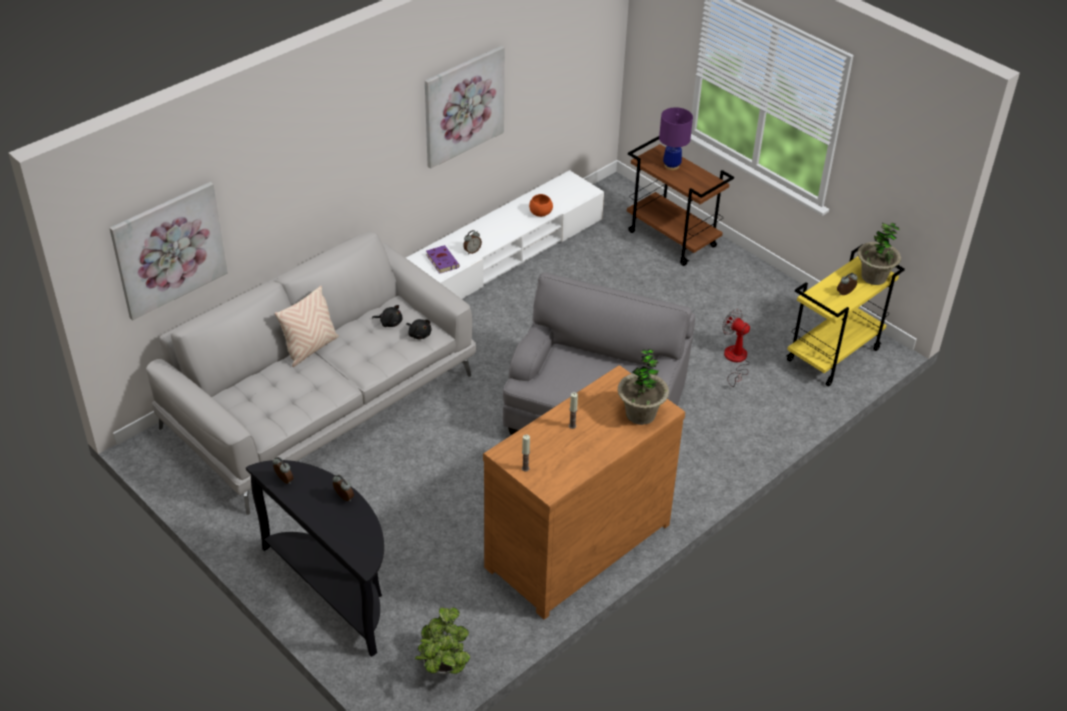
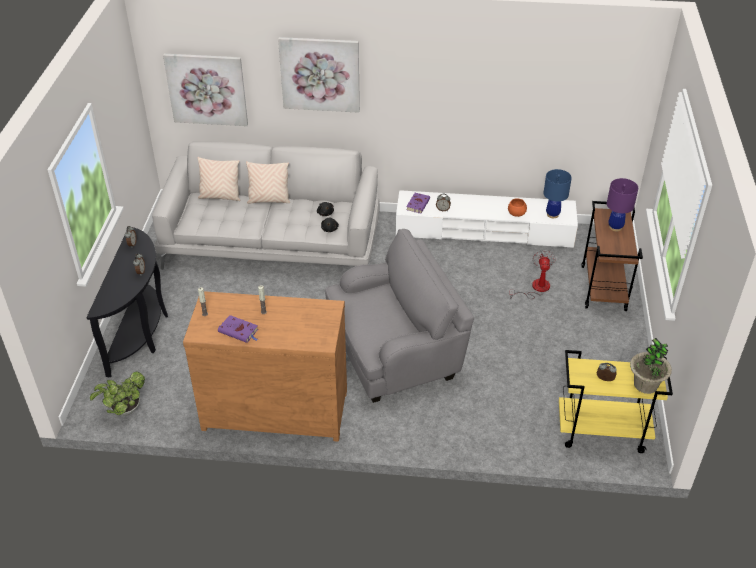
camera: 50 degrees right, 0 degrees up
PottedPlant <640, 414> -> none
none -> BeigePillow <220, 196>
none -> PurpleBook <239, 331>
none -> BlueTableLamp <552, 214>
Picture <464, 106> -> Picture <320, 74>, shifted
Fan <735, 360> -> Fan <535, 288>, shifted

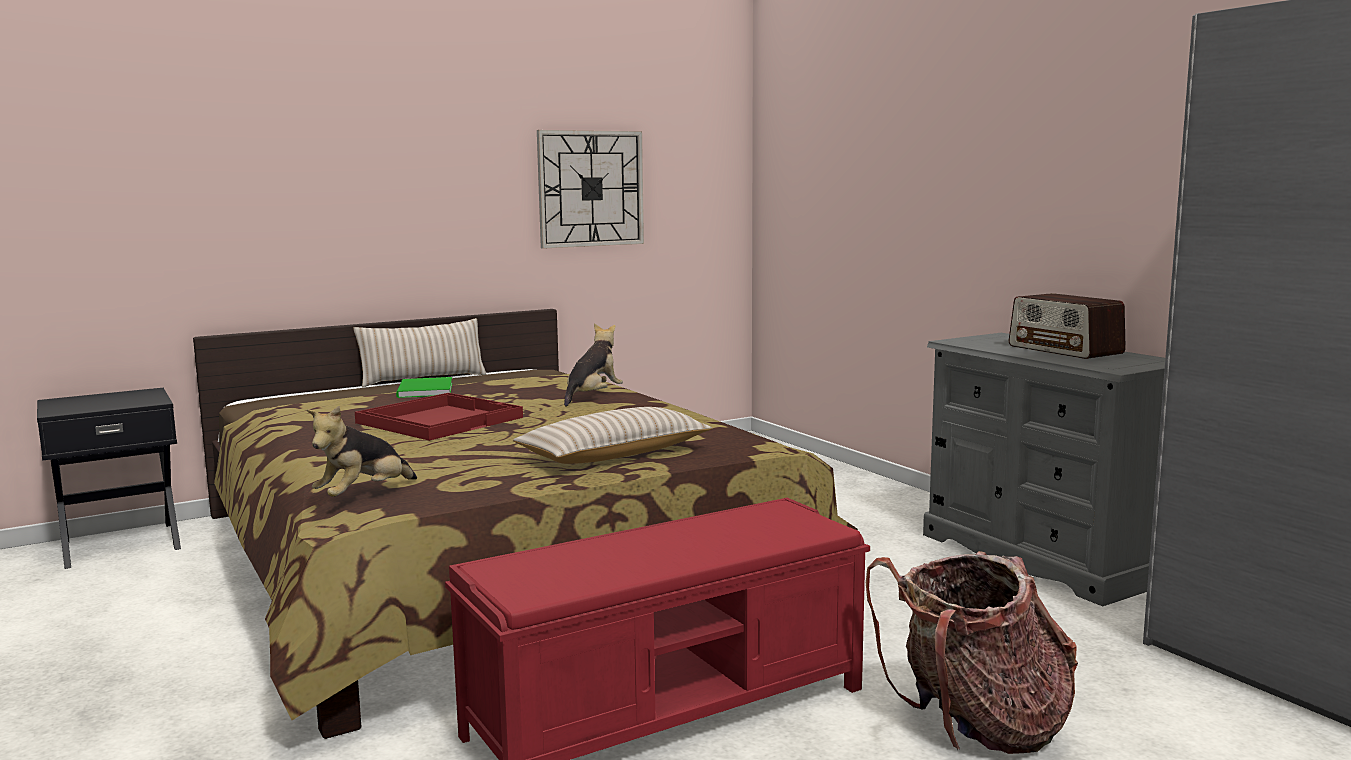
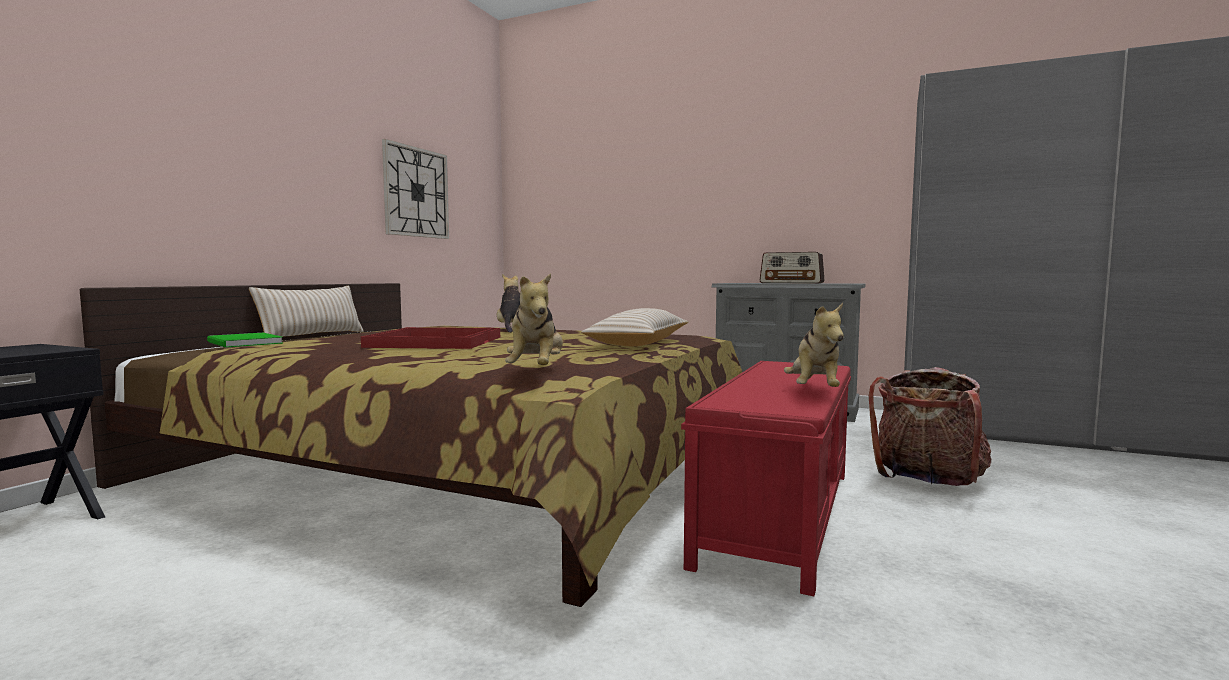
camera: 35 degrees left, 5 degrees down
none -> PlushToy <814, 391>
GreenBook <423, 390> -> GreenBook <243, 343>, shifted

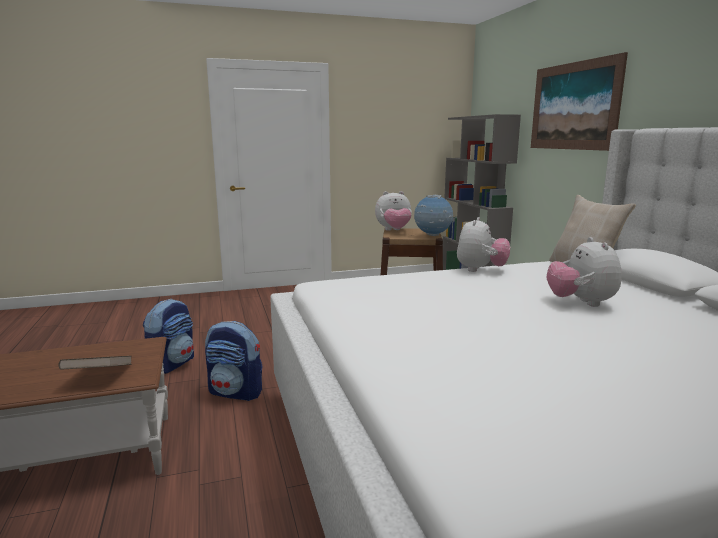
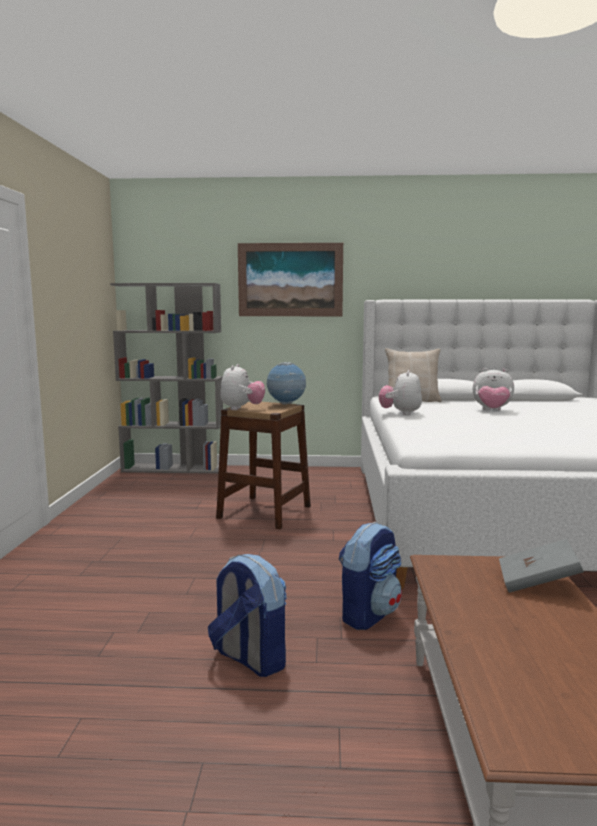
camera: 70 degrees left, 5 degrees down
BrownBook <99, 377> -> GreyBook <537, 583>
PlushToy <480, 270> -> PlushToy <400, 413>, 120 degrees counterclockwise

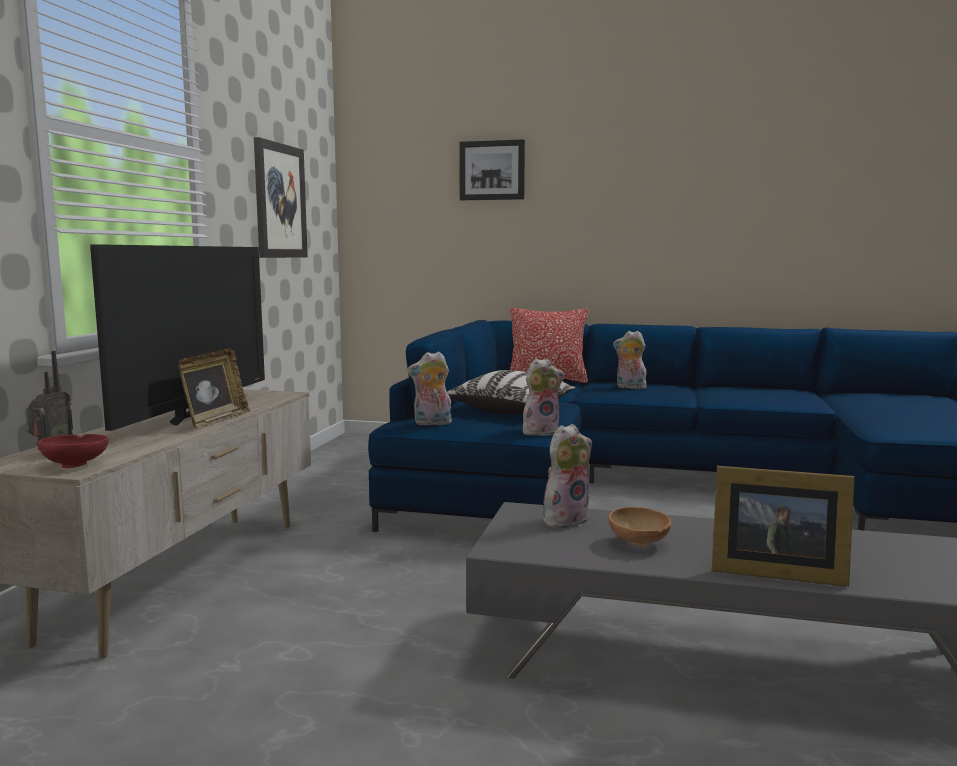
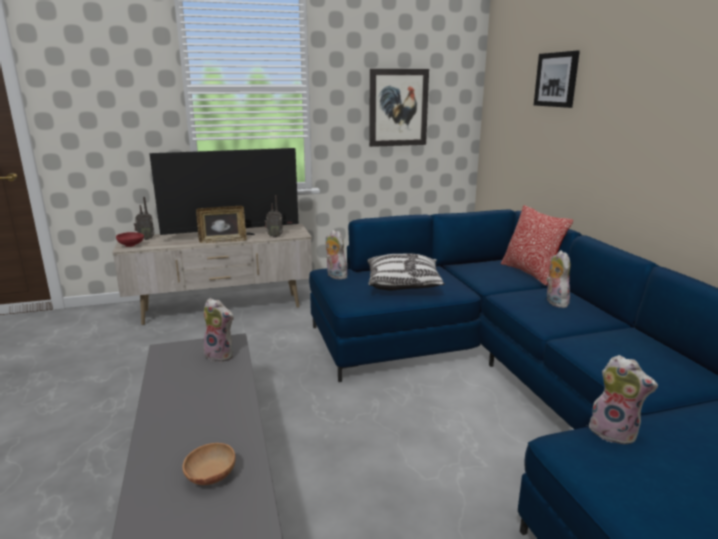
camera: 60 degrees right, 10 degrees up
PictureFrame <772, 571> -> none
none -> Radio <274, 236>
PlushToy <541, 432> -> PlushToy <614, 432>, shifted
BrownBowl <638, 543> -> BrownBowl <210, 477>, shifted

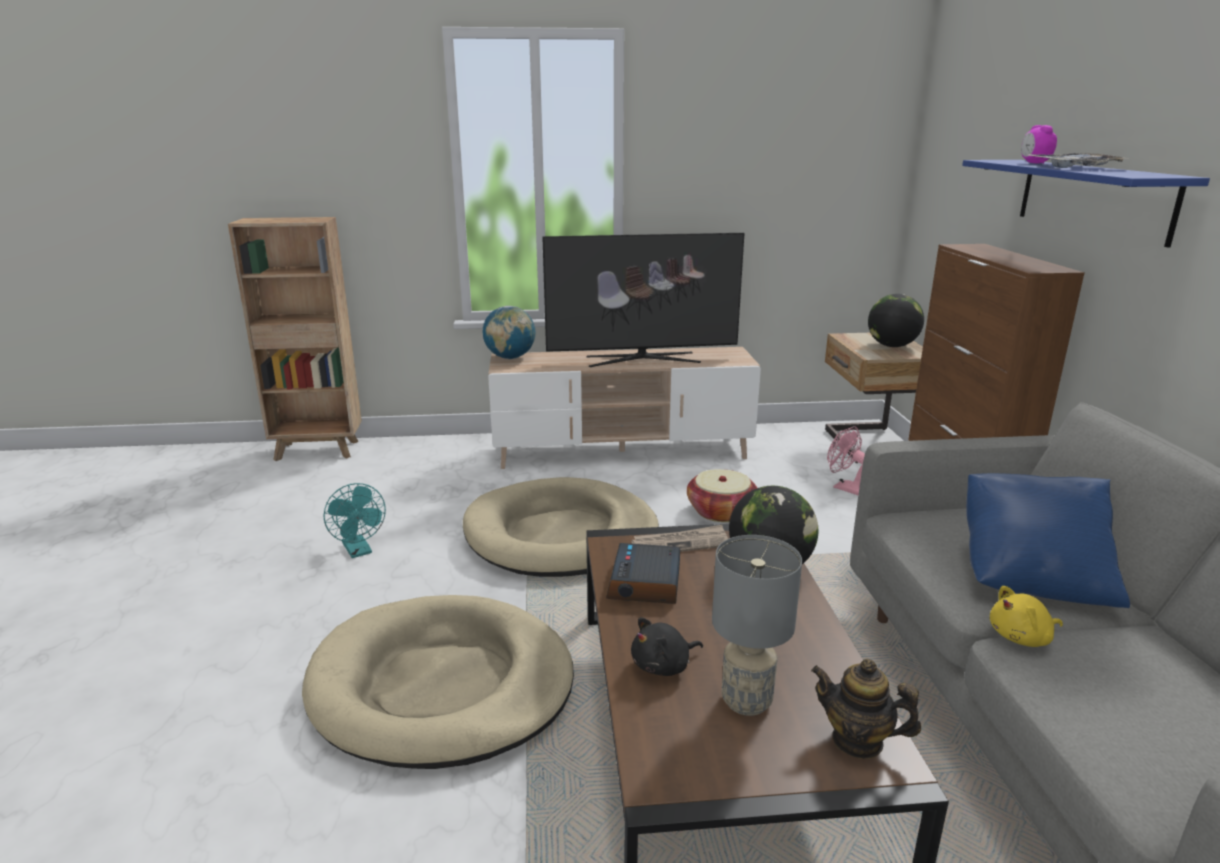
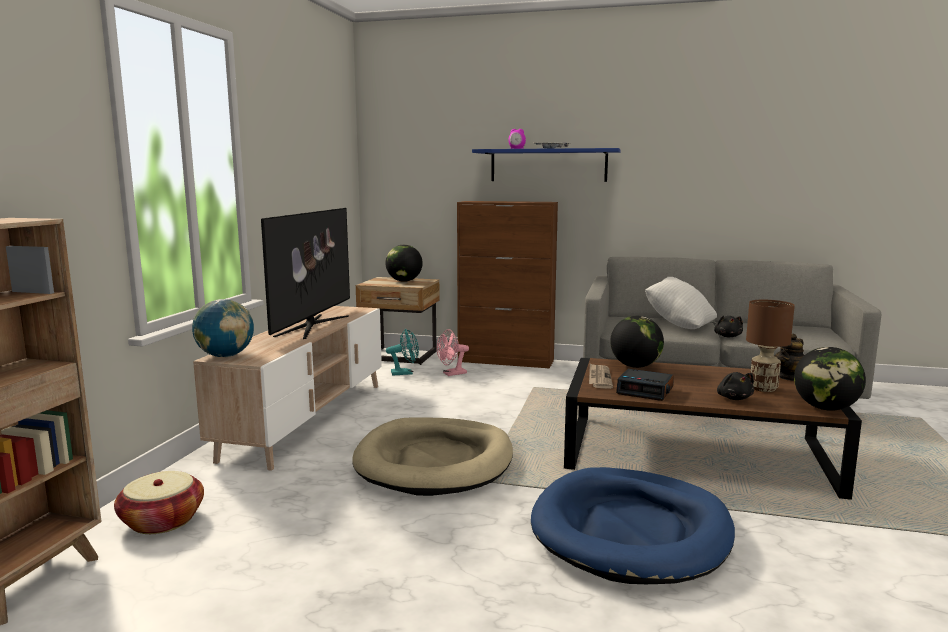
camera: 70 degrees left, 10 degrees down
none -> Globe <825, 408>
TurquoiseFan <359, 551> -> TurquoiseFan <405, 373>, shifted
Basket <721, 511> -> Basket <162, 521>, shifted
BeigeDogBed <442, 686> -> BlueDogBed <631, 531>
GreyTableLamp <745, 701> -> BrownTableLamp <763, 389>
BluePillow <1031, 577> -> WhitePillow <679, 326>
YellowPlushToy <1022, 638> -> BlackPlushToy <728, 336>

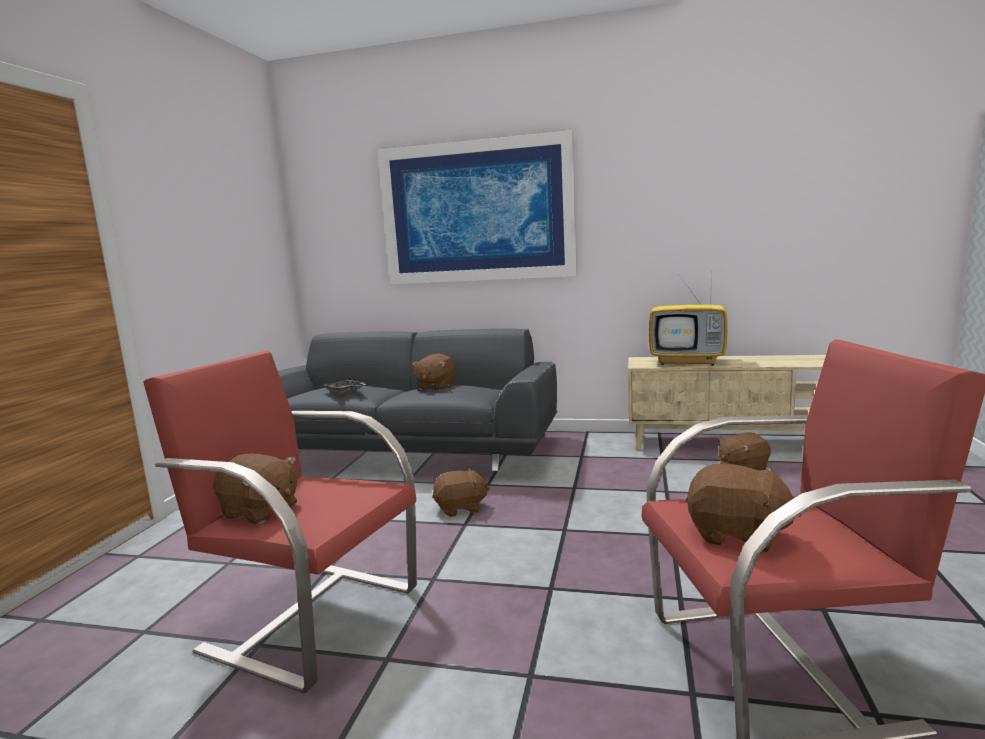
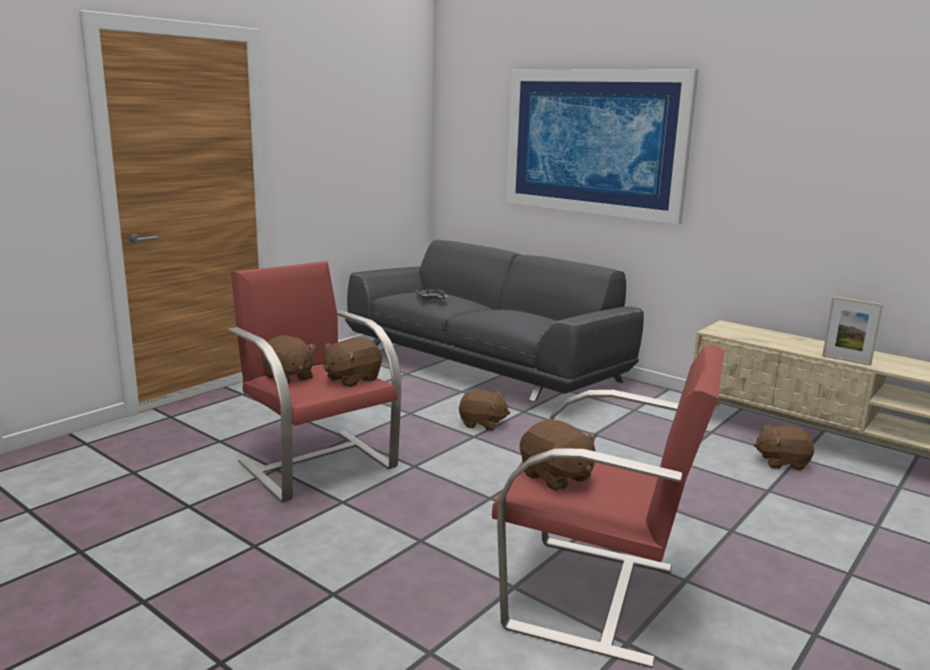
camera: 25 degrees right, 5 degrees up
Television <689, 362> -> none
none -> PictureFrame <846, 360>
BrownPlushToy <435, 387> -> BrownPlushToy <352, 379>, shifted

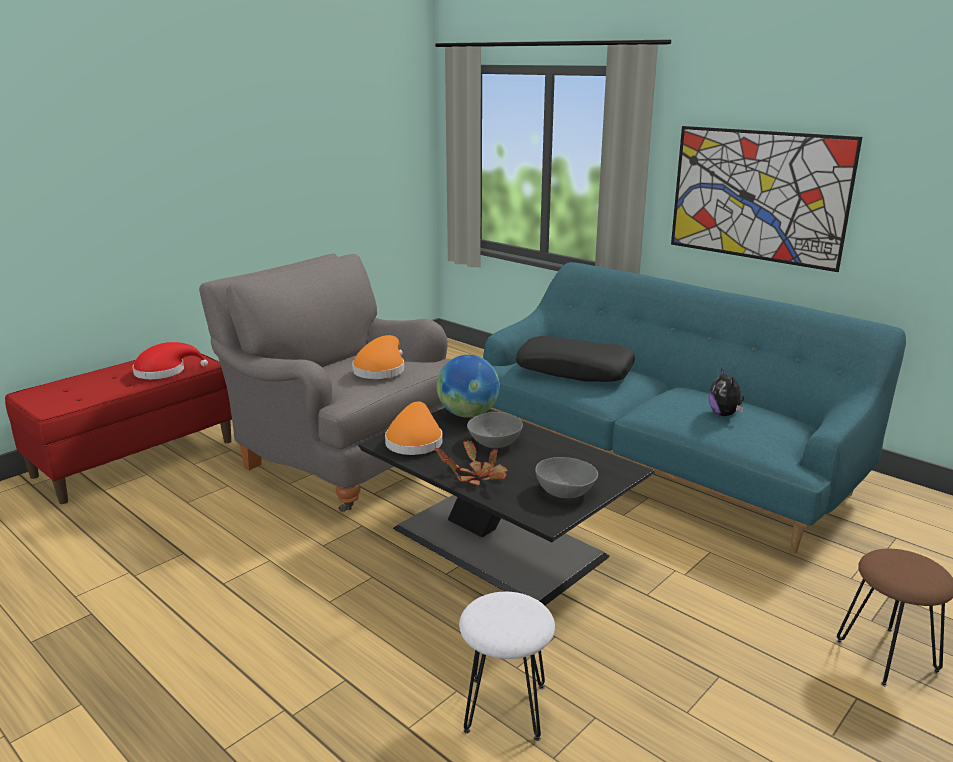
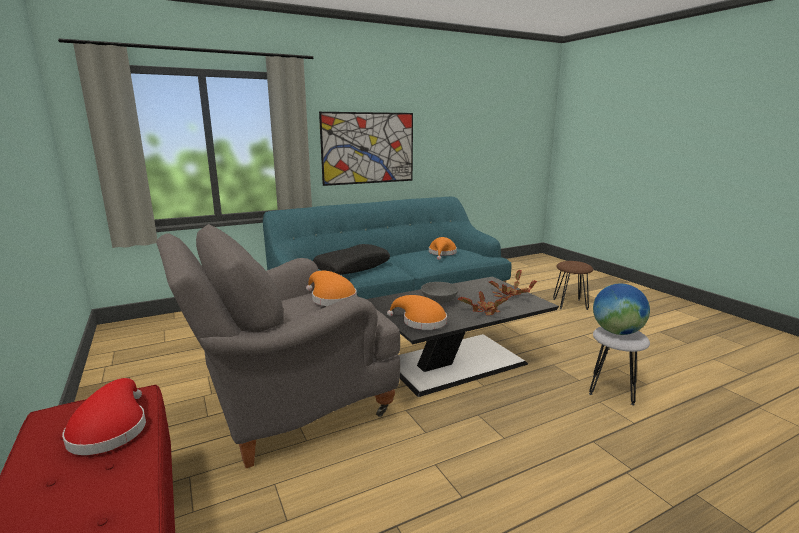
camera: 70 degrees left, 5 degrees down
Globe <467, 414> -> Globe <617, 332>, shifted
GreyBowl <565, 491> -> PottedPlant <509, 295>
PlushToy <724, 414> -> OrangeHat <442, 253>

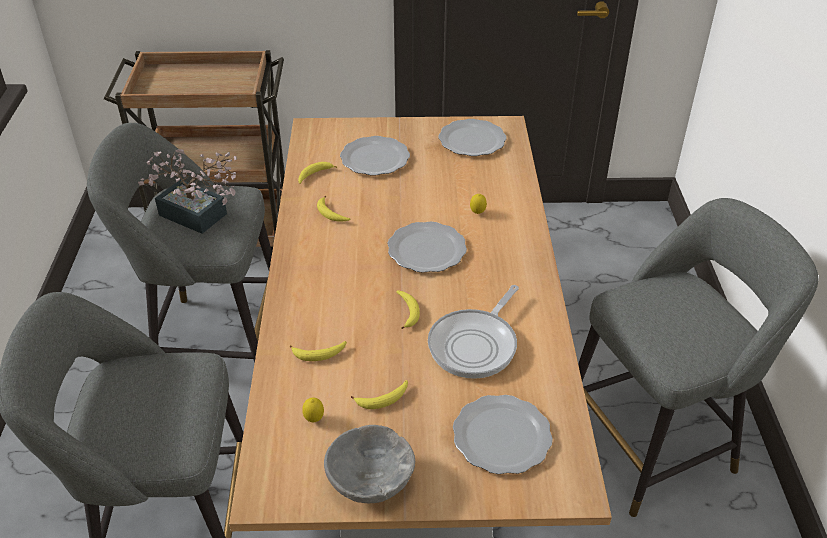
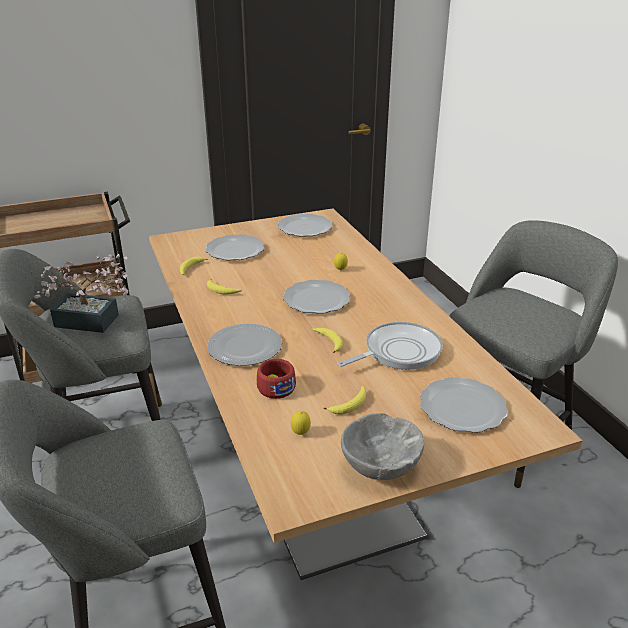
camera: 20 degrees left, 10 degrees down
none -> Plate <245, 348>
Banana <319, 354> -> RedCup <274, 386>
FryingPan <475, 344> -> FryingPan <398, 352>, 135 degrees counterclockwise

